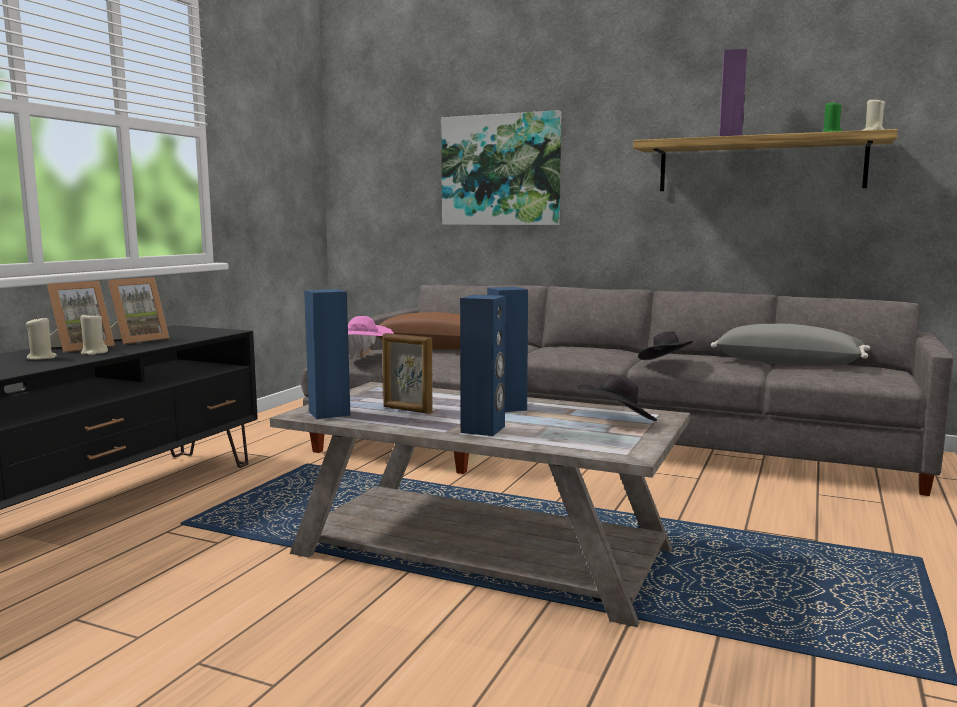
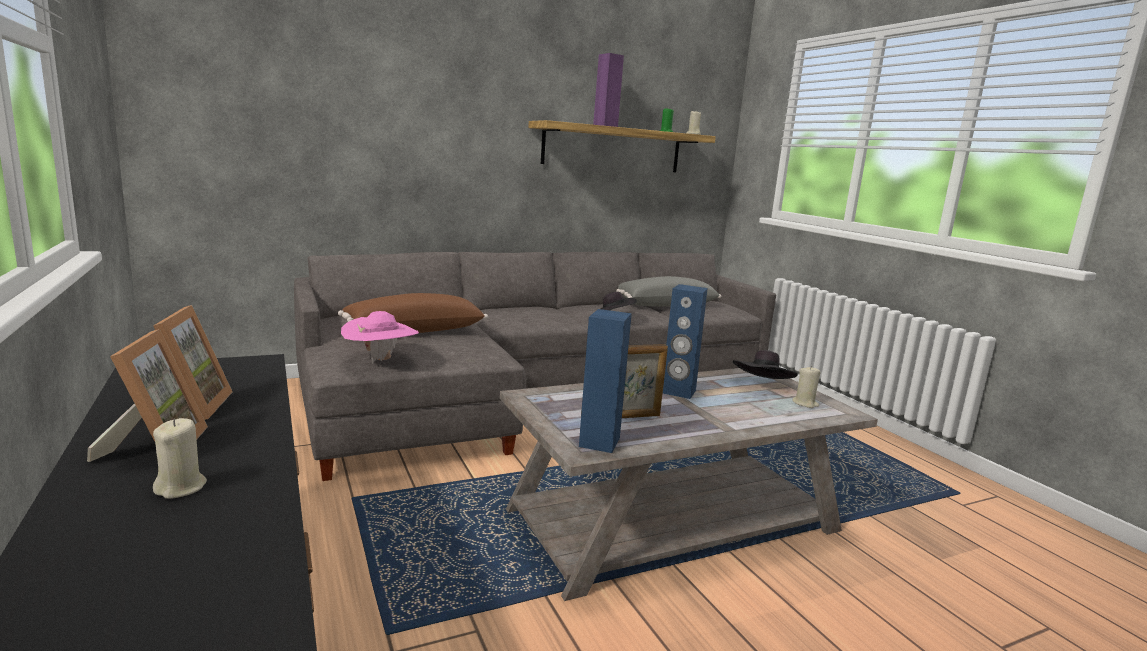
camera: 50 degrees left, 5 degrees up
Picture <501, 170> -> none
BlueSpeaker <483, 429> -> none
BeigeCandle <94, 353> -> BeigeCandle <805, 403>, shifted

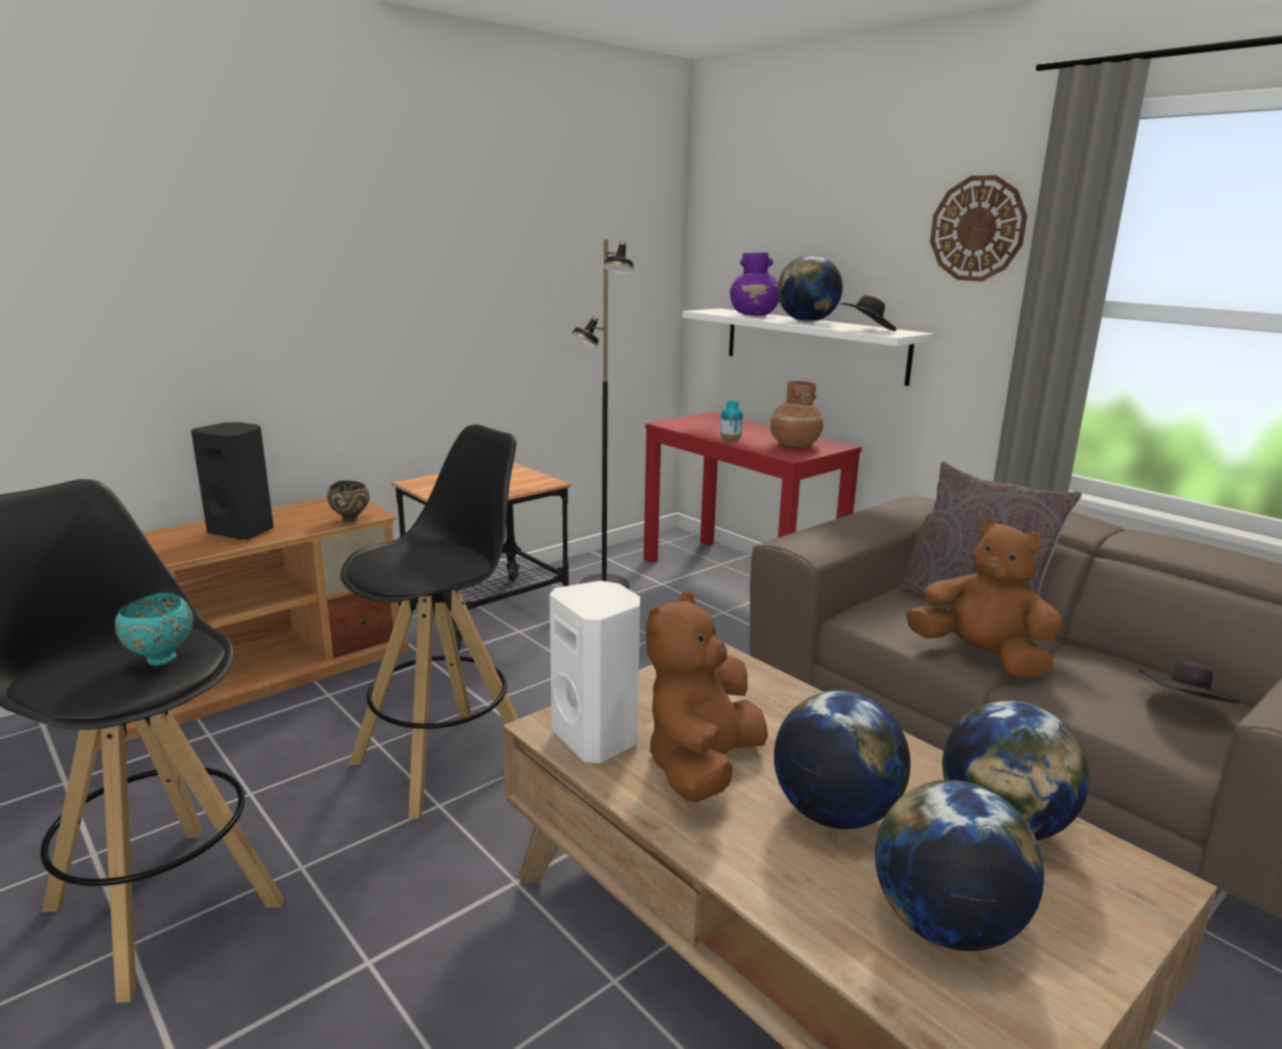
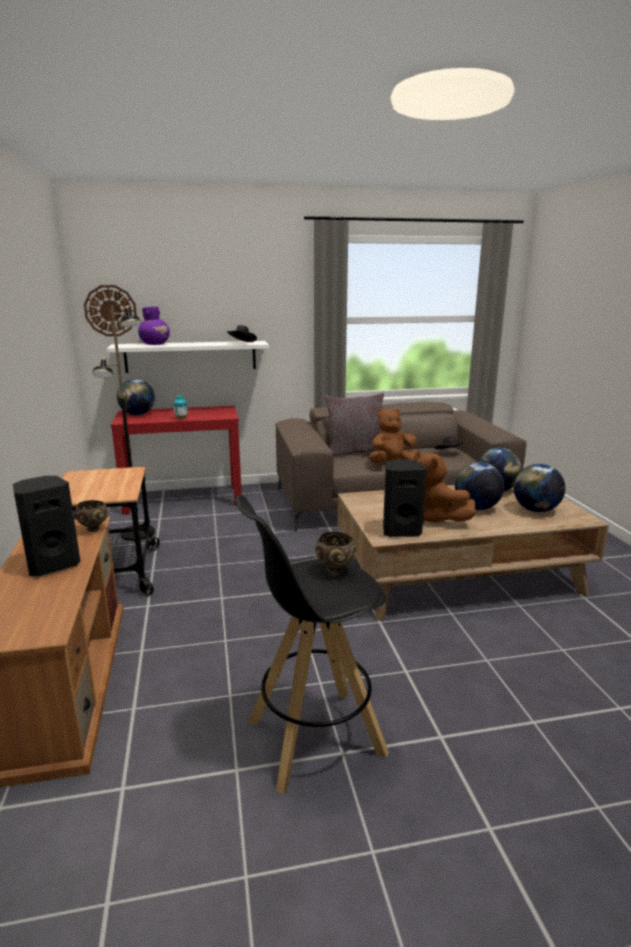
camera: 60 degrees left, 0 degrees up
BlackStool <445, 759> -> none
BrownVase <794, 445> -> none
Globe <807, 321> -> Globe <137, 414>, shifted
WallClock <977, 229> -> WallClock <110, 310>, shifted
TurquoiseBowl <161, 660> -> BrownBowl <336, 570>
WhiteSpeaker <598, 738> -> BlackSpeaker <400, 531>

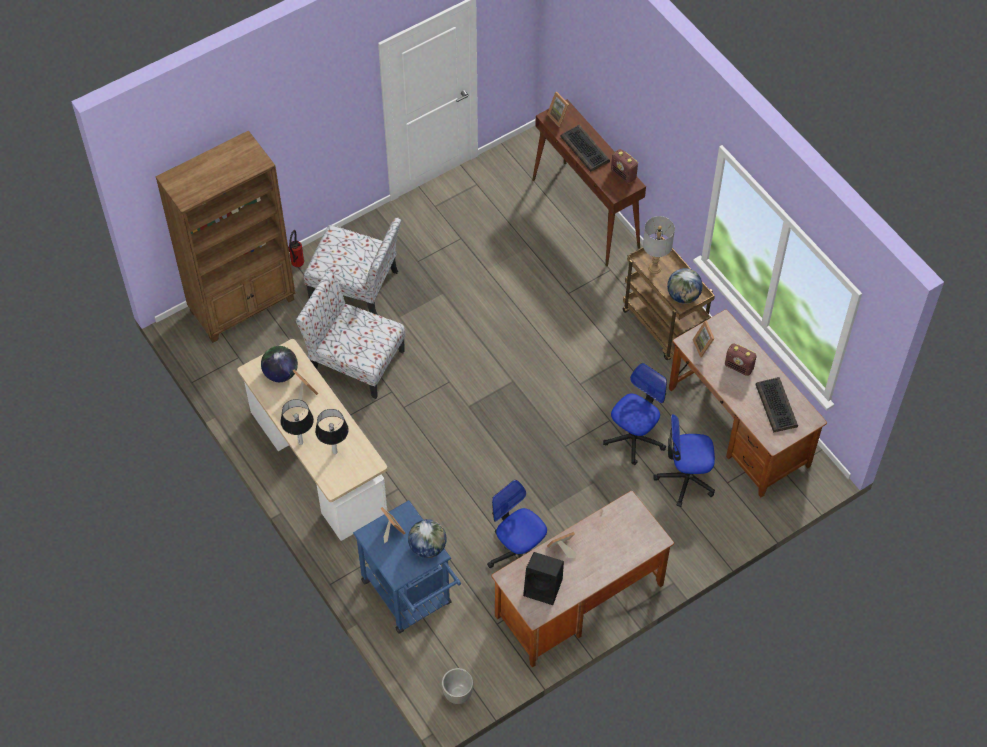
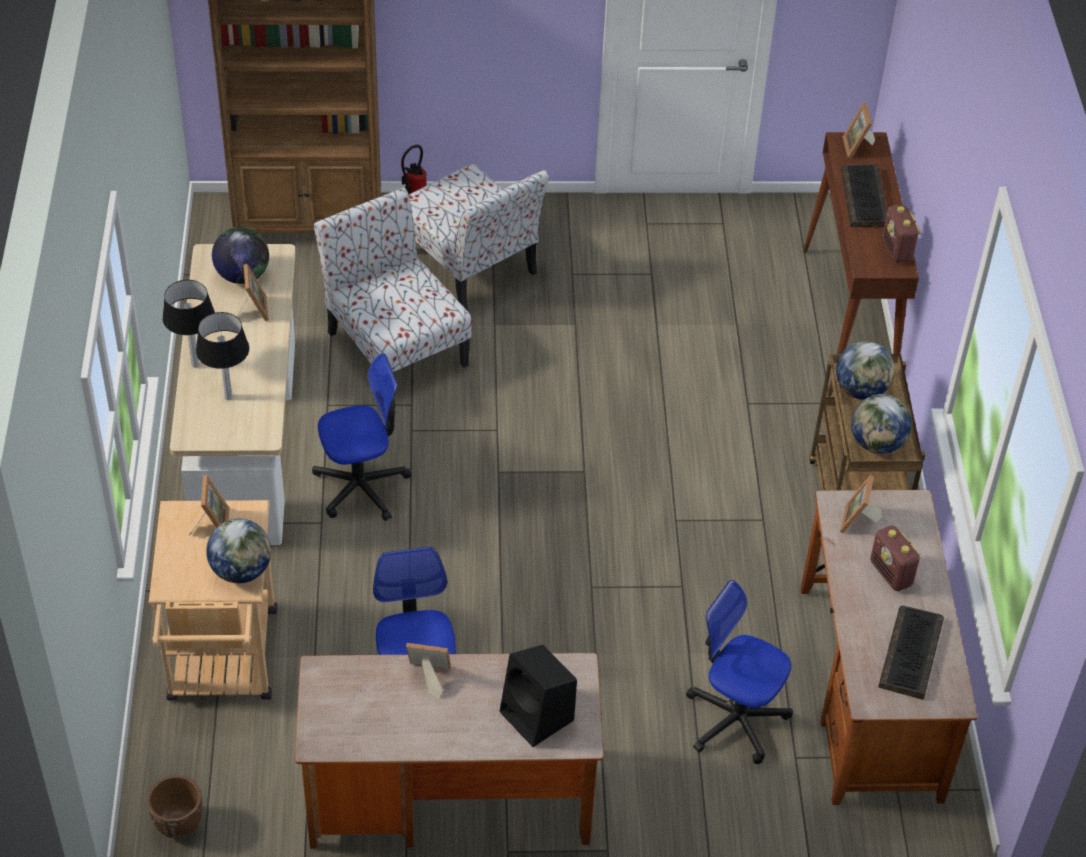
camera: 30 degrees right, 10 degrees down
BlackSpeaker <544, 587> -> BlackSpeaker <538, 717>, shifted
OfficeChair <634, 438> -> OfficeChair <361, 486>, shifted
GreyTableLamp <654, 268> -> Globe <861, 390>
BlueCart <411, 598> -> BeigeCart <223, 665>
GreyPlanter <457, 694> -> BrownPlanter <178, 824>

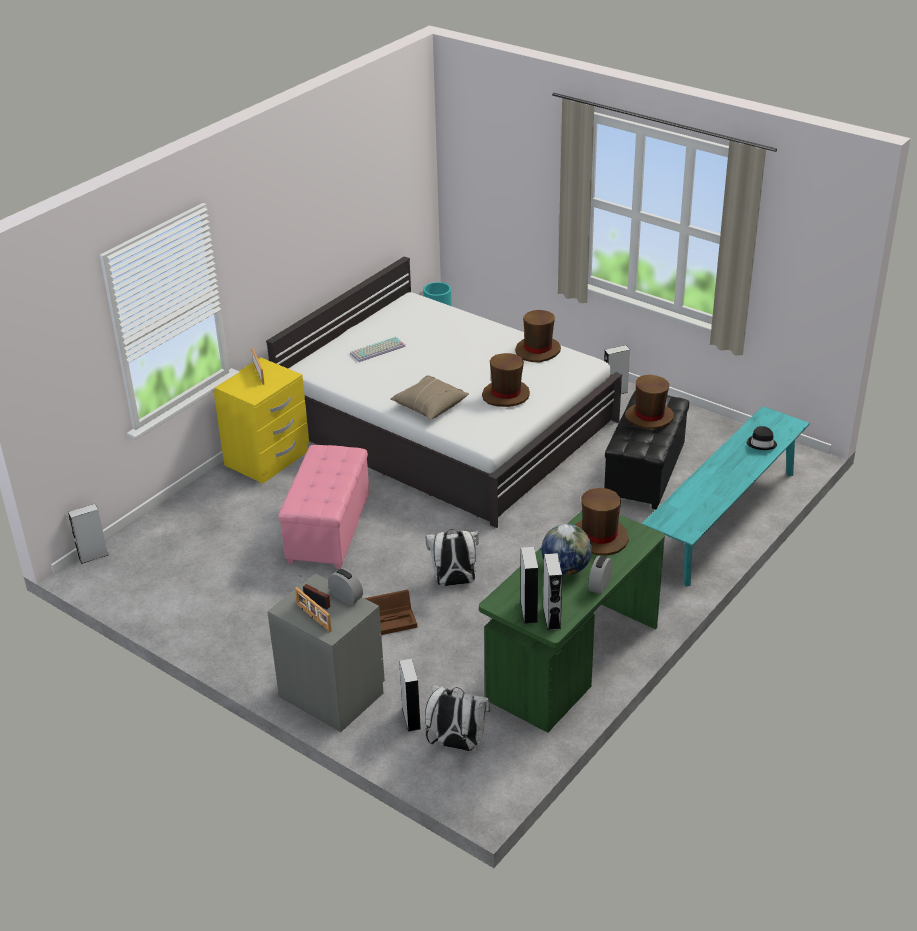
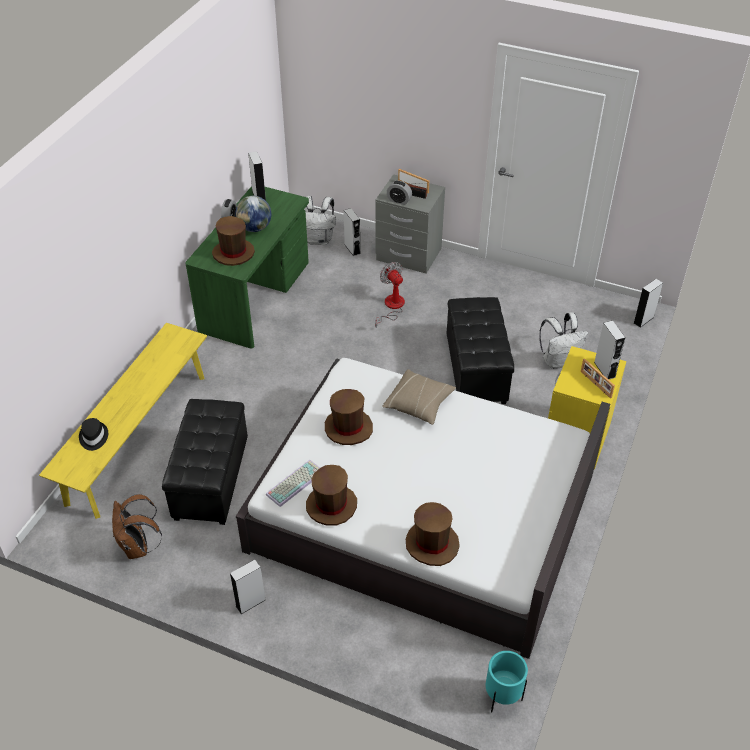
camera: 165 degrees right, 10 degrees up
none -> BrownBackpack <138, 547>
Keyboard <377, 350> -> Keyboard <295, 482>, shifted
WhiteBackpack <454, 582> -> WhiteBackpack <558, 361>, shifted
GreySpeaker <528, 611> -> GreySpeaker <604, 369>, shifted
BrownHat <649, 417> -> BrownHat <432, 544>, shifted
BrownStorageBox <391, 620> -> Fan <391, 307>
PinkOttoman <328, 531> -> BlackOttoman <476, 371>
TurquoiseBench <724, 520> -> YellowBench <138, 437>

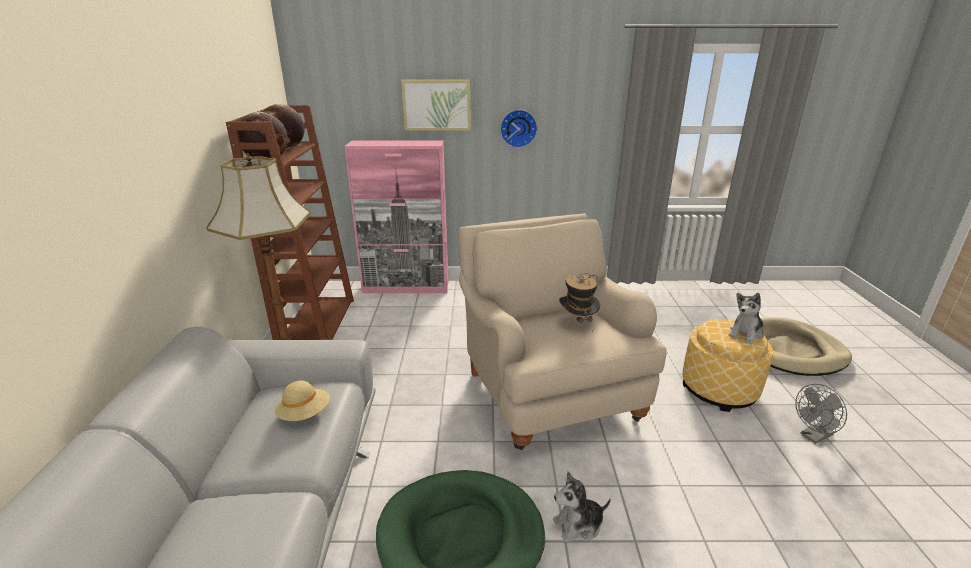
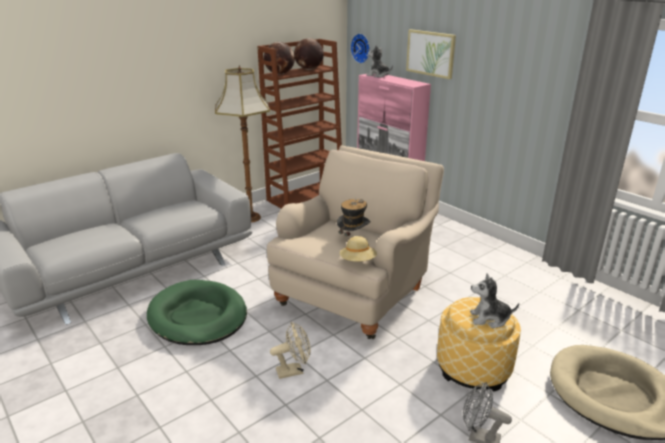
camera: 50 degrees right, 0 degrees up
none -> BeigeFan <294, 370>
BeigeHat <304, 414> -> BeigeHat <358, 261>, shifted
WallClock <518, 128> -> WallClock <361, 48>, shifted
PlushToy <579, 525> -> PlushToy <378, 75>, shifted

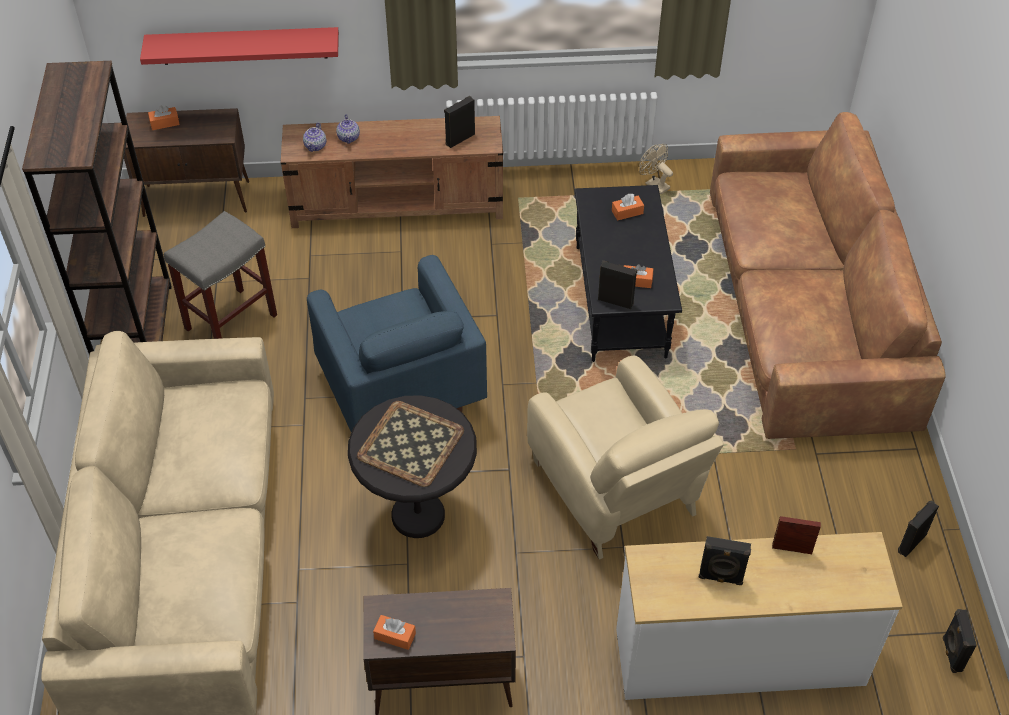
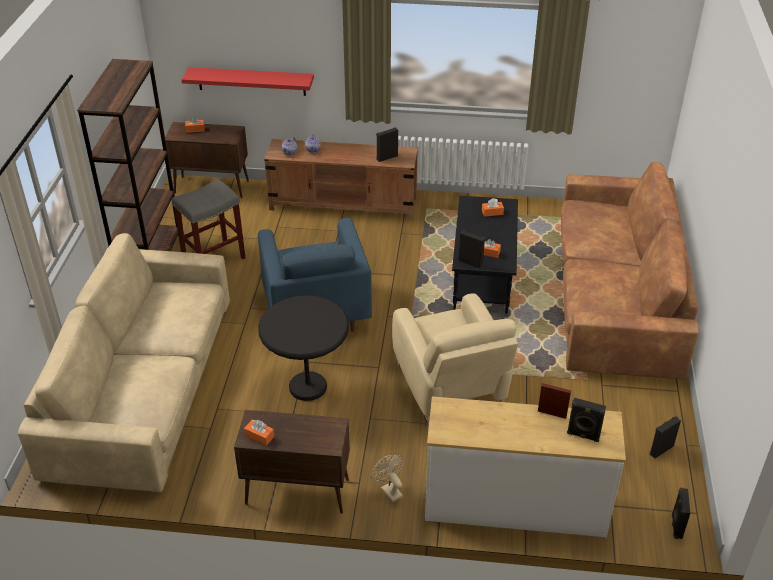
camera: 10 degrees right, 10 degrees down
Tray <411, 444> -> none
BeigeFan <654, 184> -> BeigeFan <389, 490>, shifted
BlackSpeaker <720, 578> -> BlackSpeaker <583, 436>, shifted

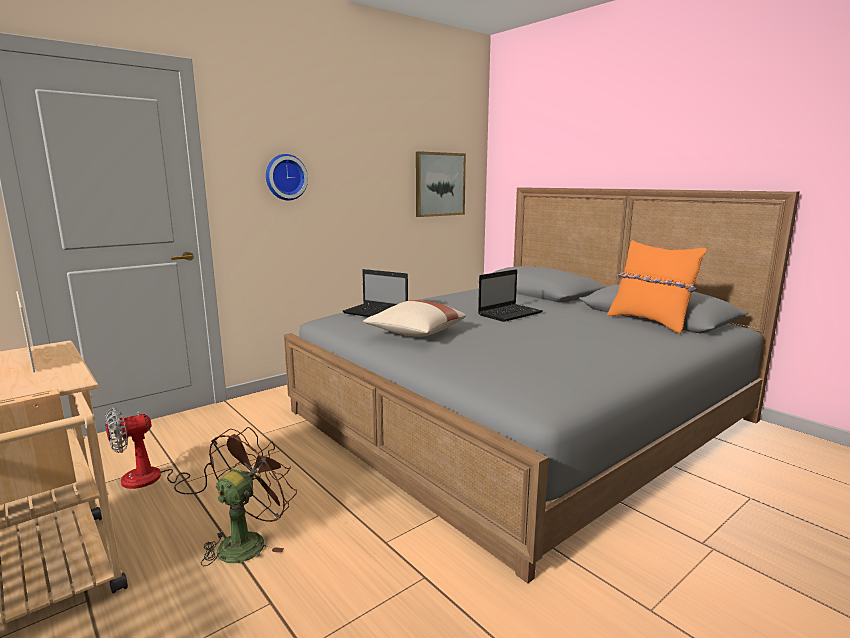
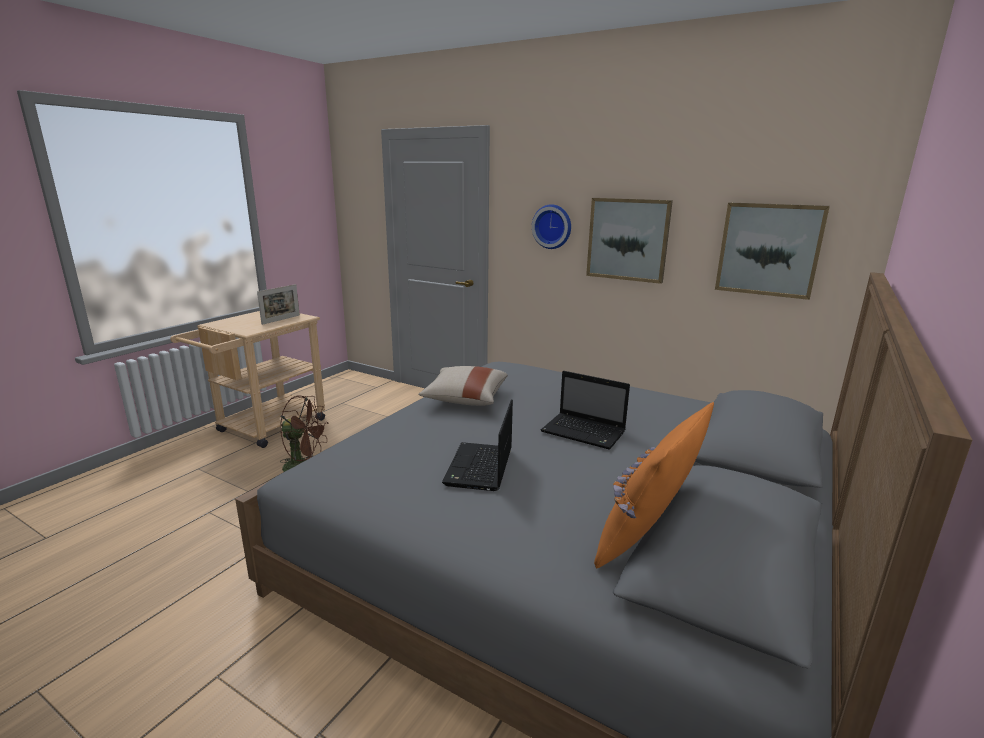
camera: 70 degrees right, 5 degrees up
Fan <153, 480> -> none
none -> Picture <628, 239>
Laptop <377, 313> -> Laptop <479, 468>, shifted

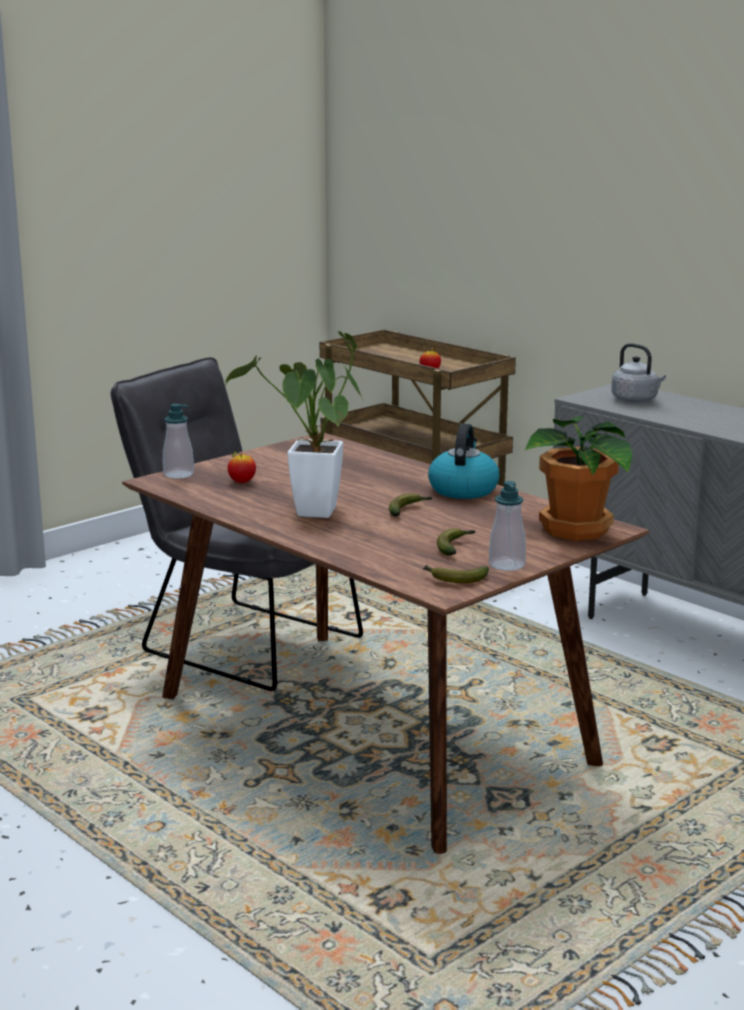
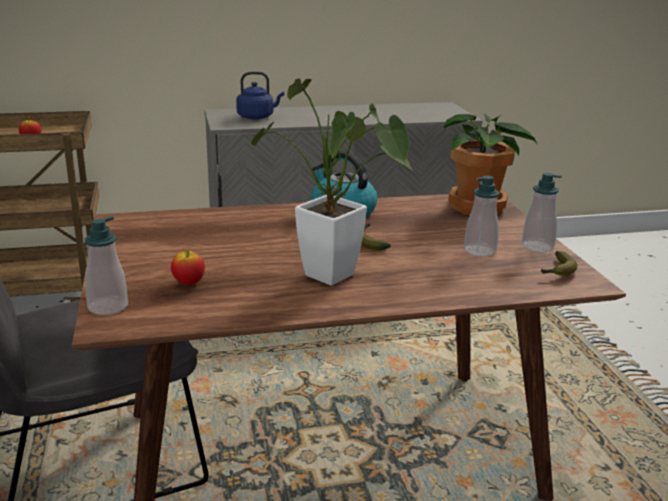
camera: 60 degrees left, 5 degrees up
Banana <455, 547> -> SoapDispenser <480, 250>
GreyKettle <636, 400> -> BlueKettle <257, 117>

